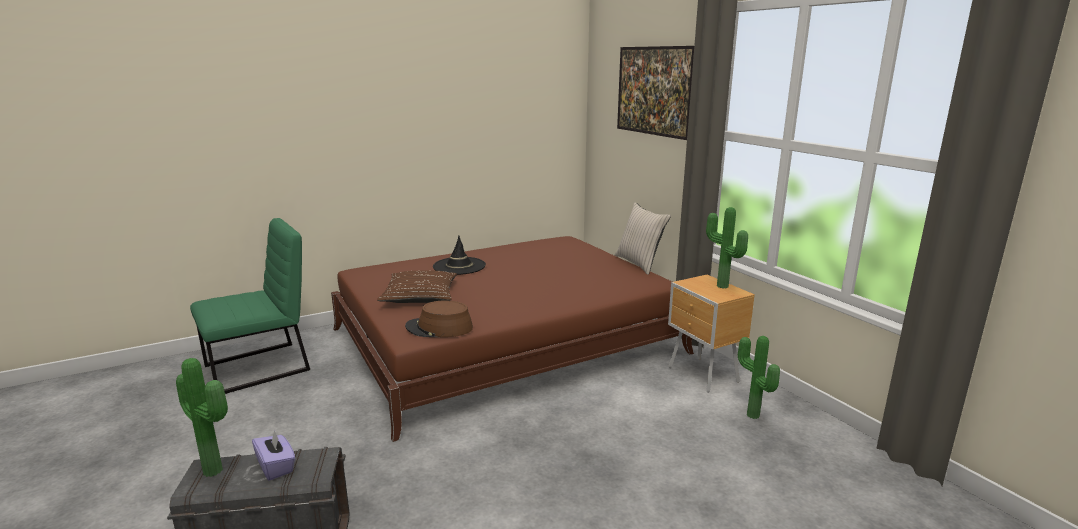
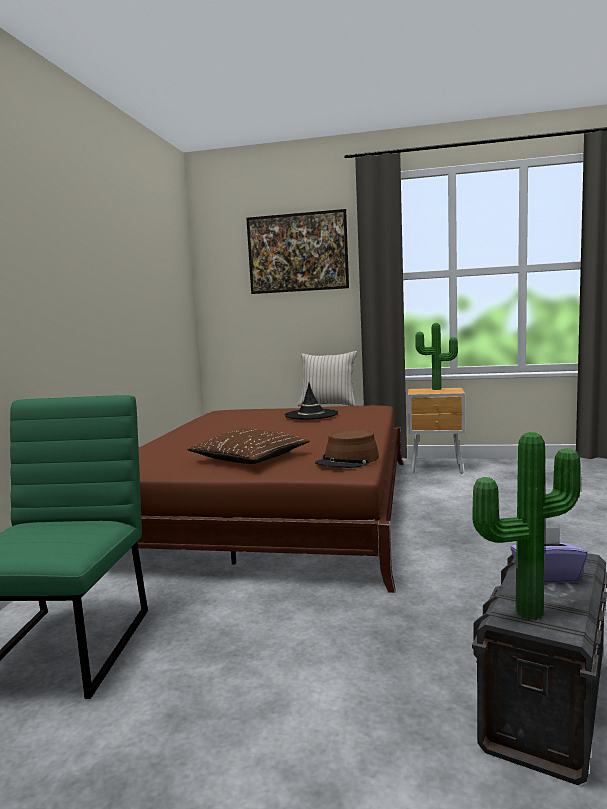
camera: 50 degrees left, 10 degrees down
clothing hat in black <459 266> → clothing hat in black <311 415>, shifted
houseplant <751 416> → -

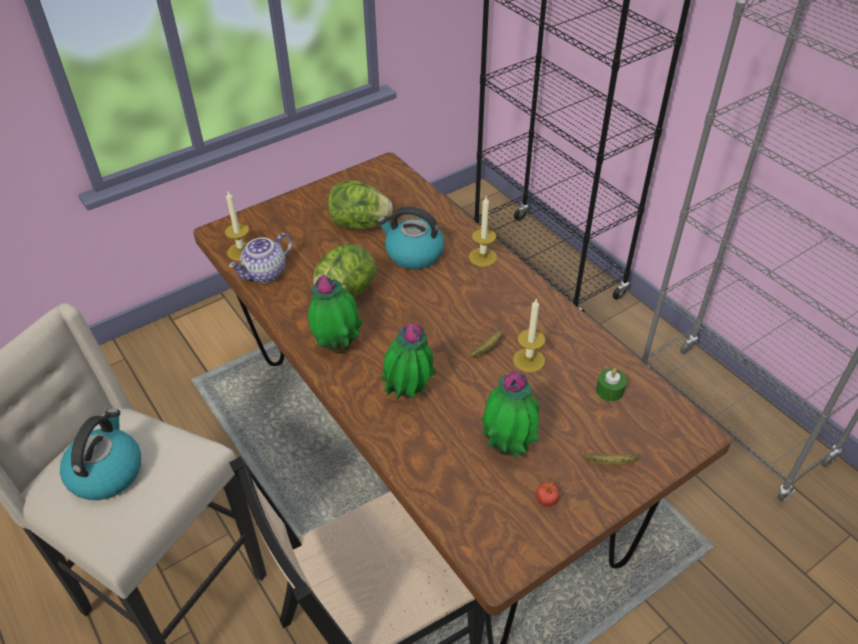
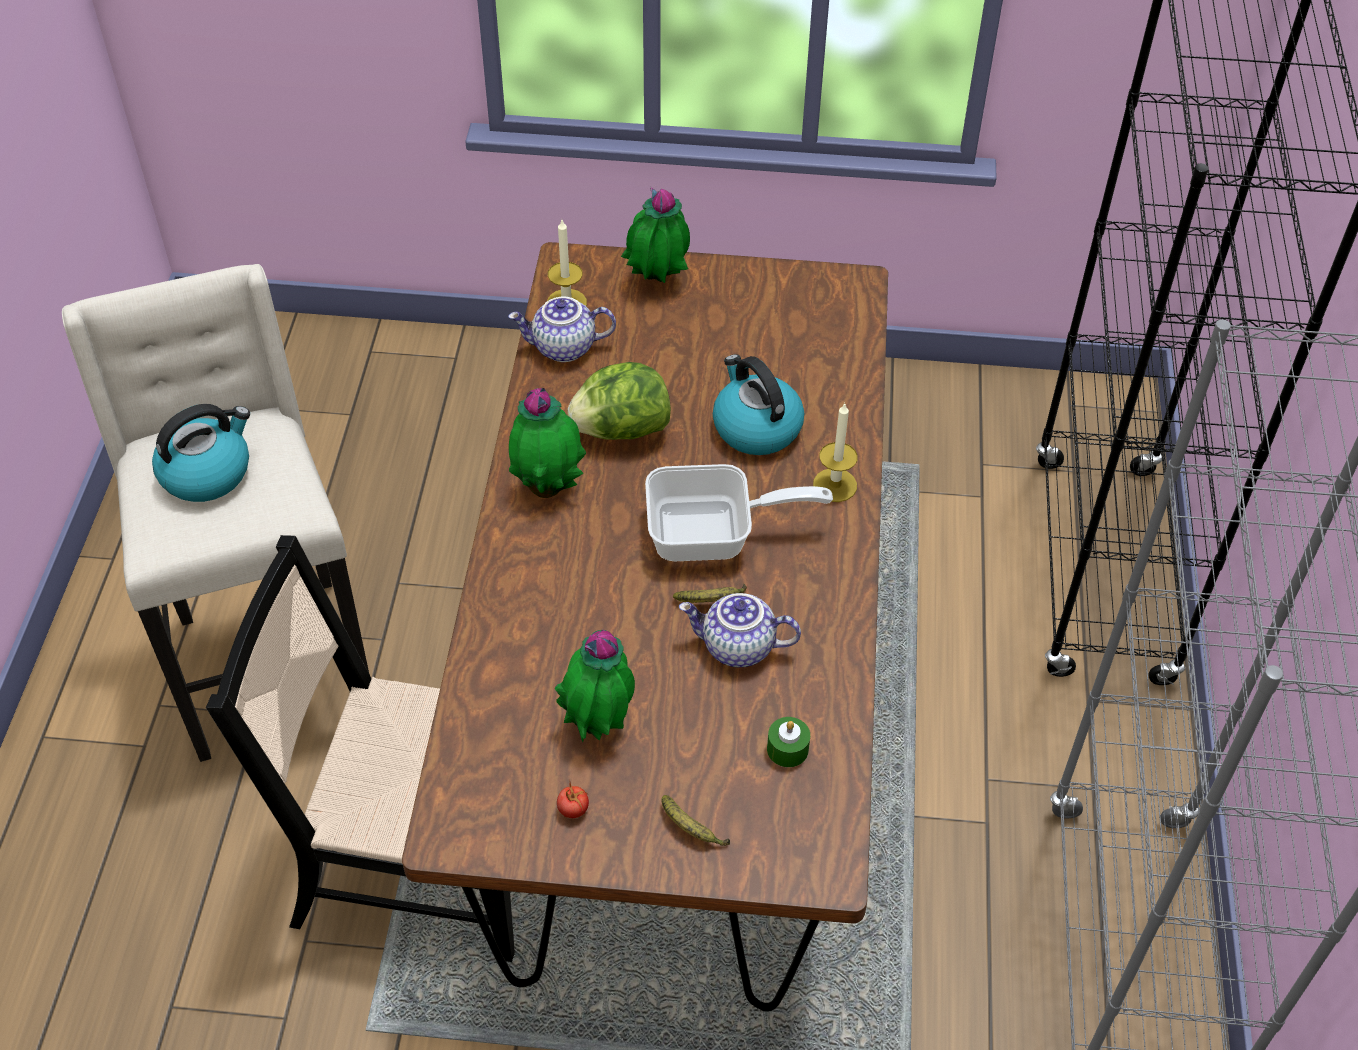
camera: 40 degrees right, 5 degrees up
lettuce <360 225> → -
candle <528 360> → tea pot <737 648>
houseplant <408 395> → houseplant <657 282>, shifted
- → skillet <714 535>

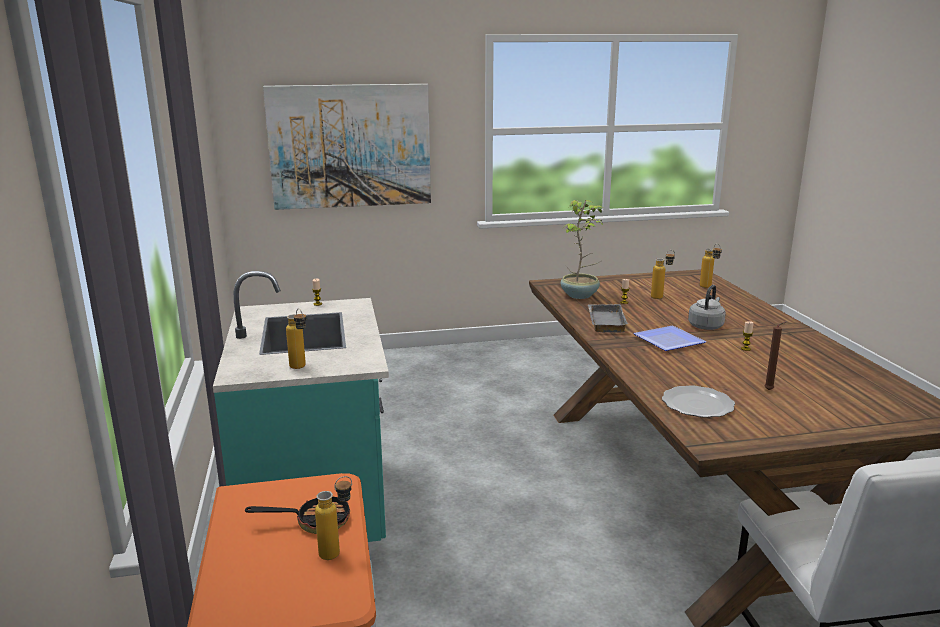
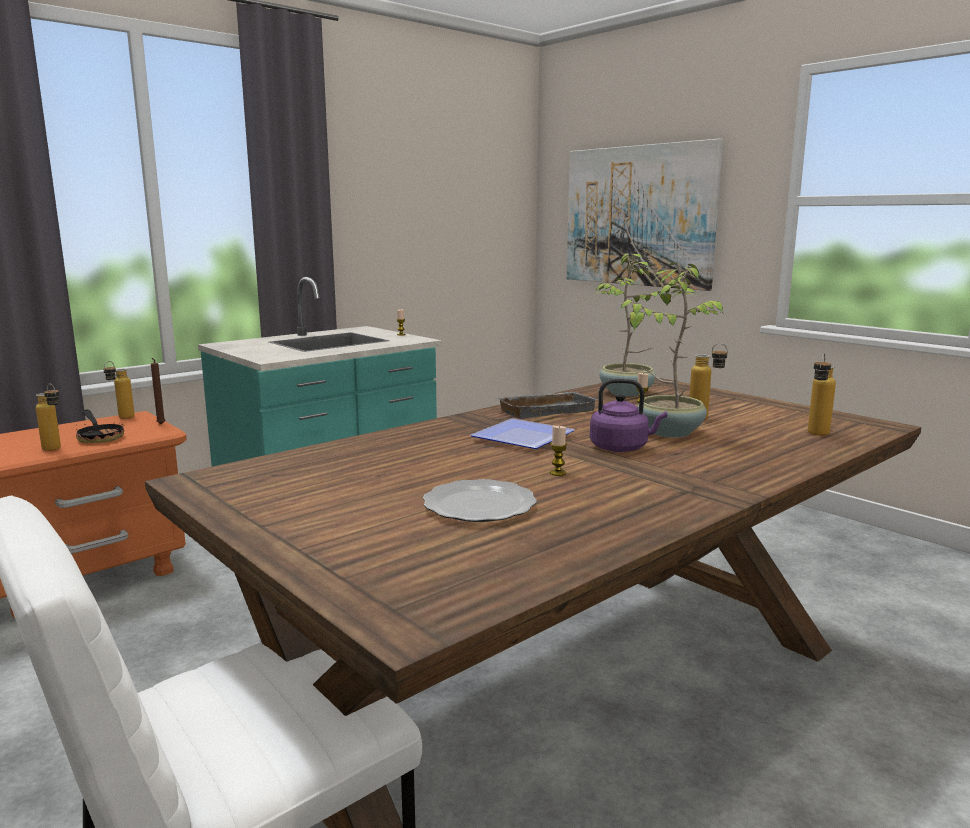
camera: 60 degrees right, 5 degrees down
kettle in greyish <706 326> → kettle in purple-coloured <622 448>
beverage bottle <300 368> → beverage bottle <121 418>, shifted
candle in brown <770 390> → candle in brown <160 424>, shifted
flat dish <698 405> → flat dish <479 506>, shifted
- → houseplant <668 432>

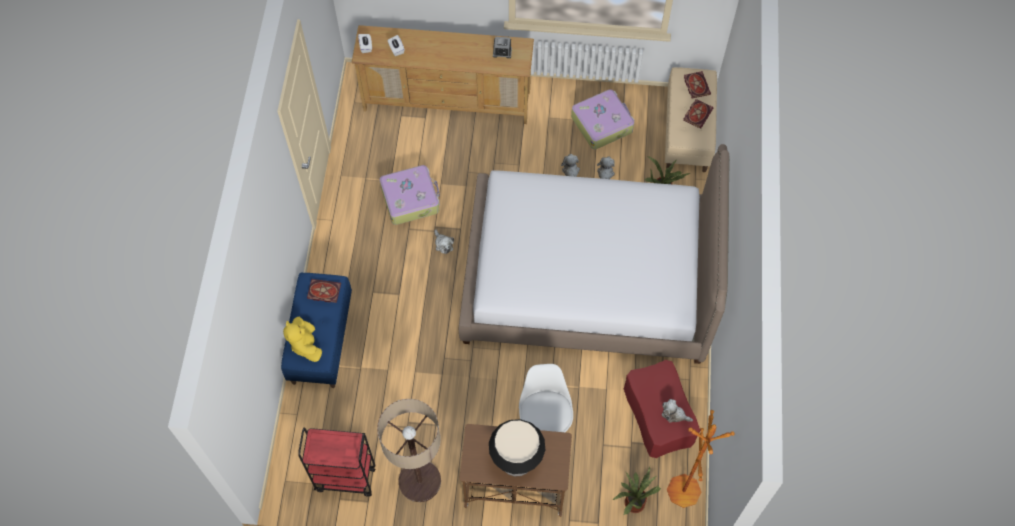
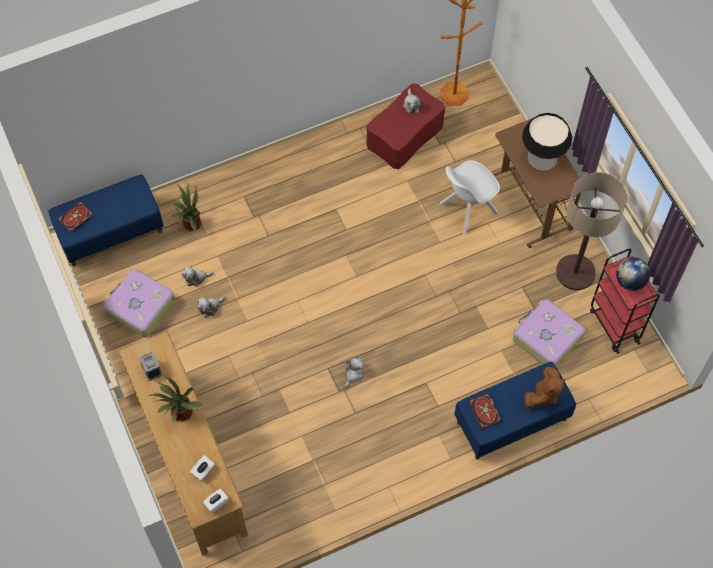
camera: 120 degrees left, 0 degrees up
long seat in beige <687 133> → long seat in bluish <111 232>
book <697 113> → -
bedroom bed <588 279> → -
suitcase <410 199> → suitcase <546 338>, shifted
plush toy in yellowish <305 345> → plush toy in brown <543 395>
houseplant <633 501> → houseplant <180 414>, shifted
- → globe <630 281>

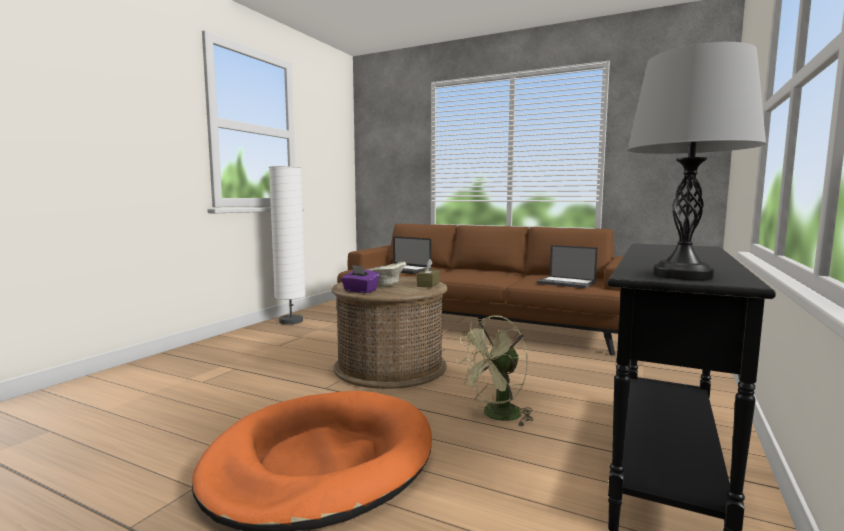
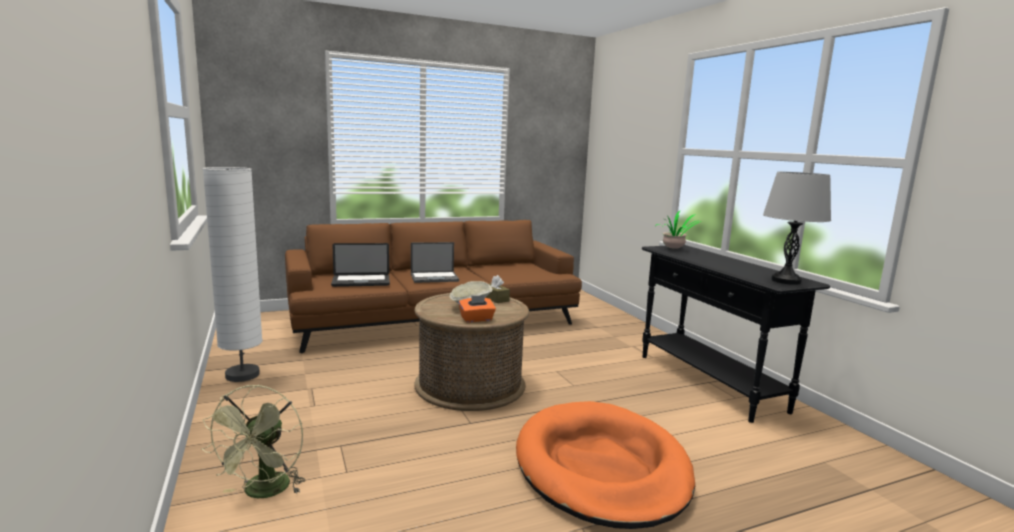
camera: 50 degrees left, 5 degrees up
laptop <567 283> → laptop <435 277>, shifted
box of tissues in purple-coloured <360 291> → box of tissues in orangey <476 319>
electric fan in green <496 416> → electric fan in green <263 493>, shifted
- → houseplant <674 249>

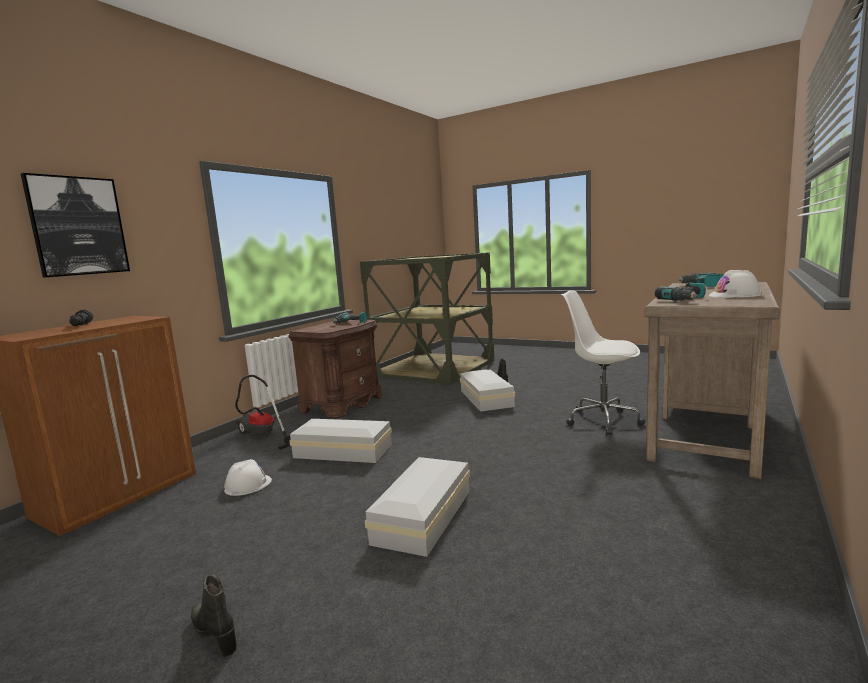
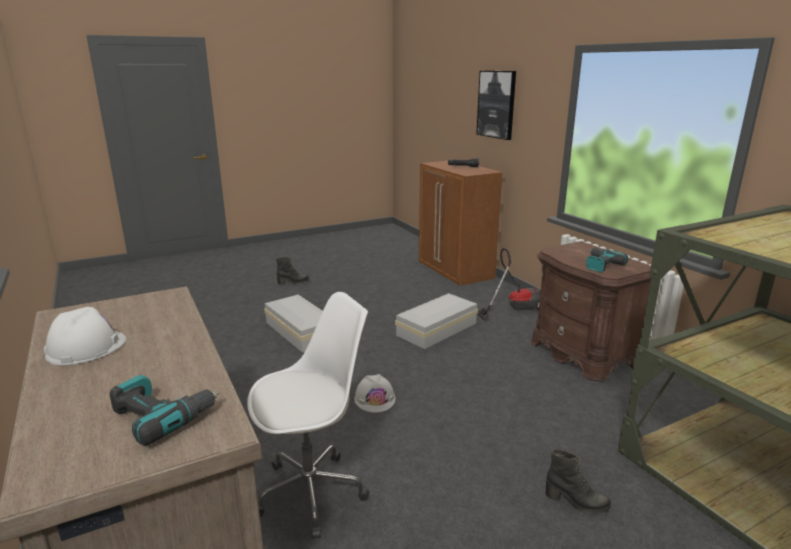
camera: 120 degrees right, 10 degrees up
power drill <686 300> → -
storage box in white <486 398> → -
work helmet in white <248 485> → work helmet in white <375 399>, shifted

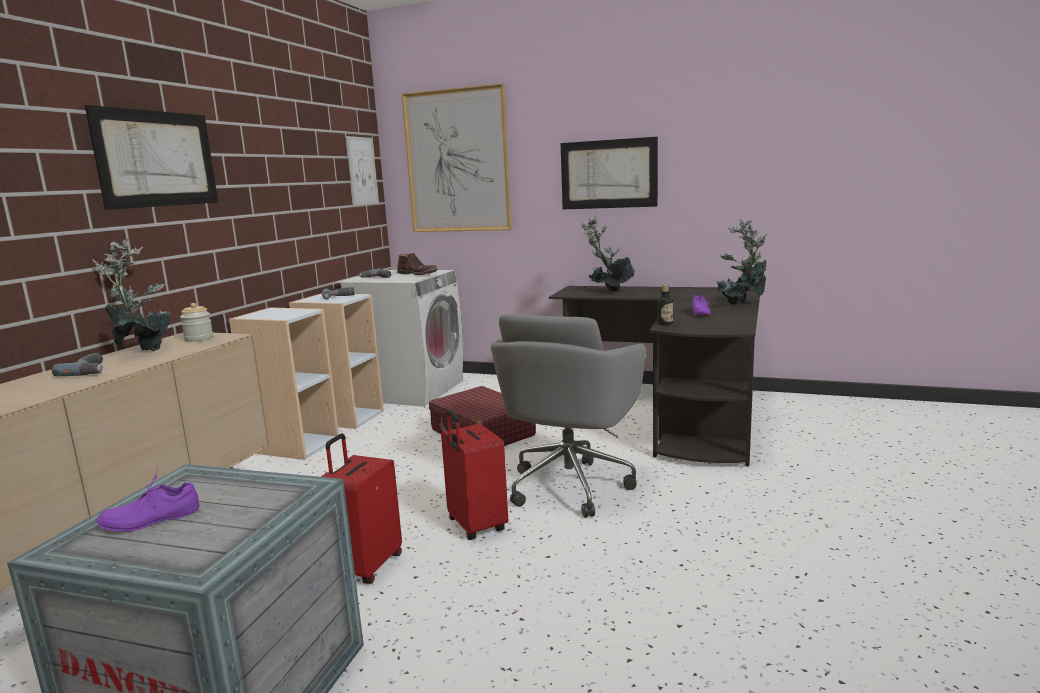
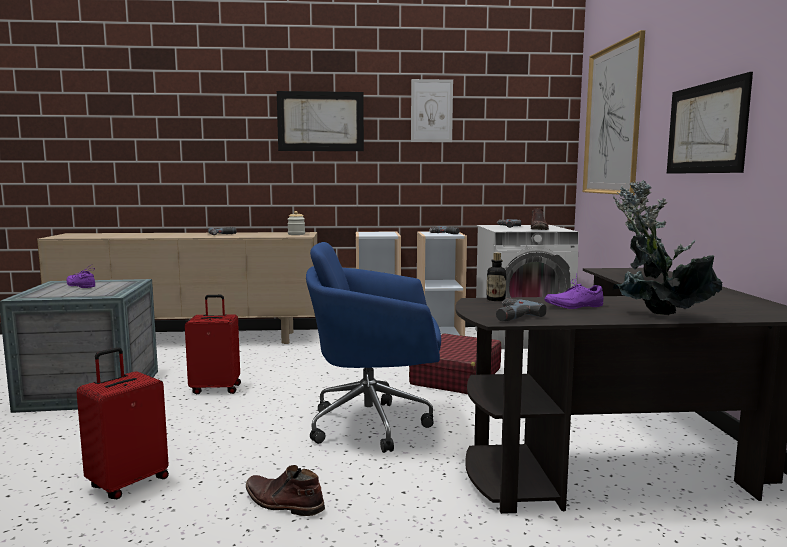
camera: 65 degrees right, 5 degrees down
wall picture <362 171> → wall picture <431 111>, shifted
houseplant <143 351> → -
desk chair in greyish <571 484> → desk chair in bluish <375 426>
suitcase in red <475 526> → suitcase in red <128 483>, shifted
- → power drill <510 316>
- → tall boot in brown <283 503>

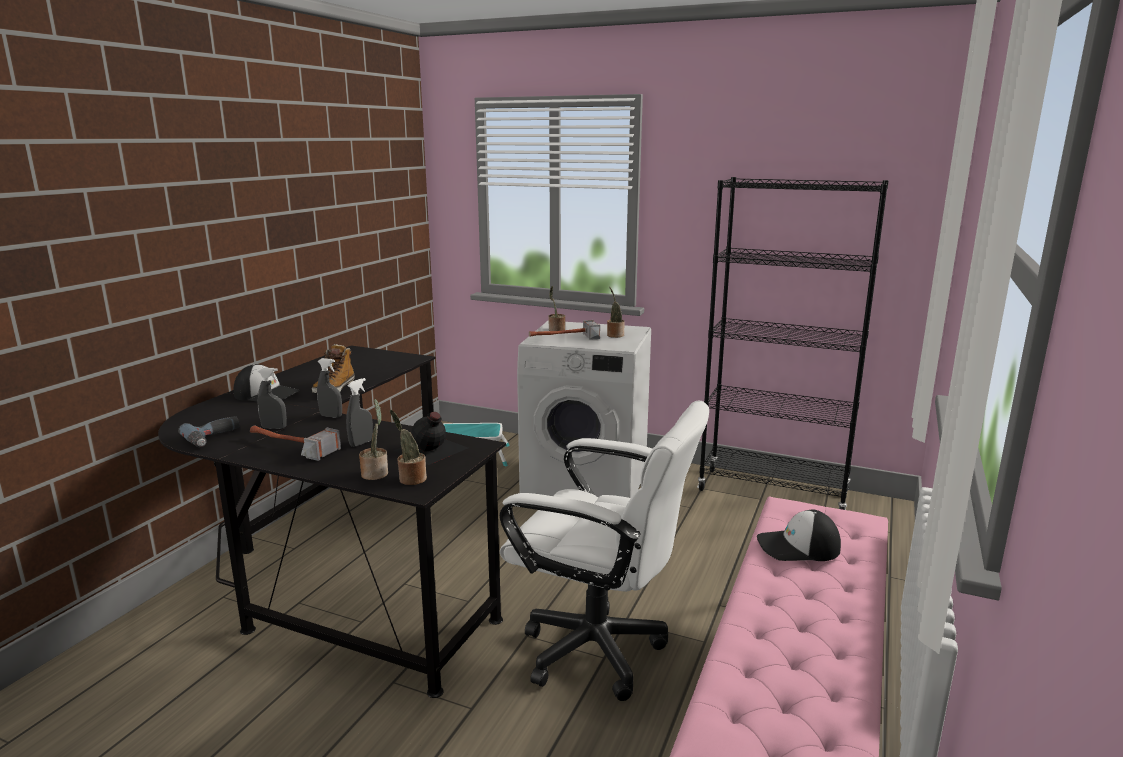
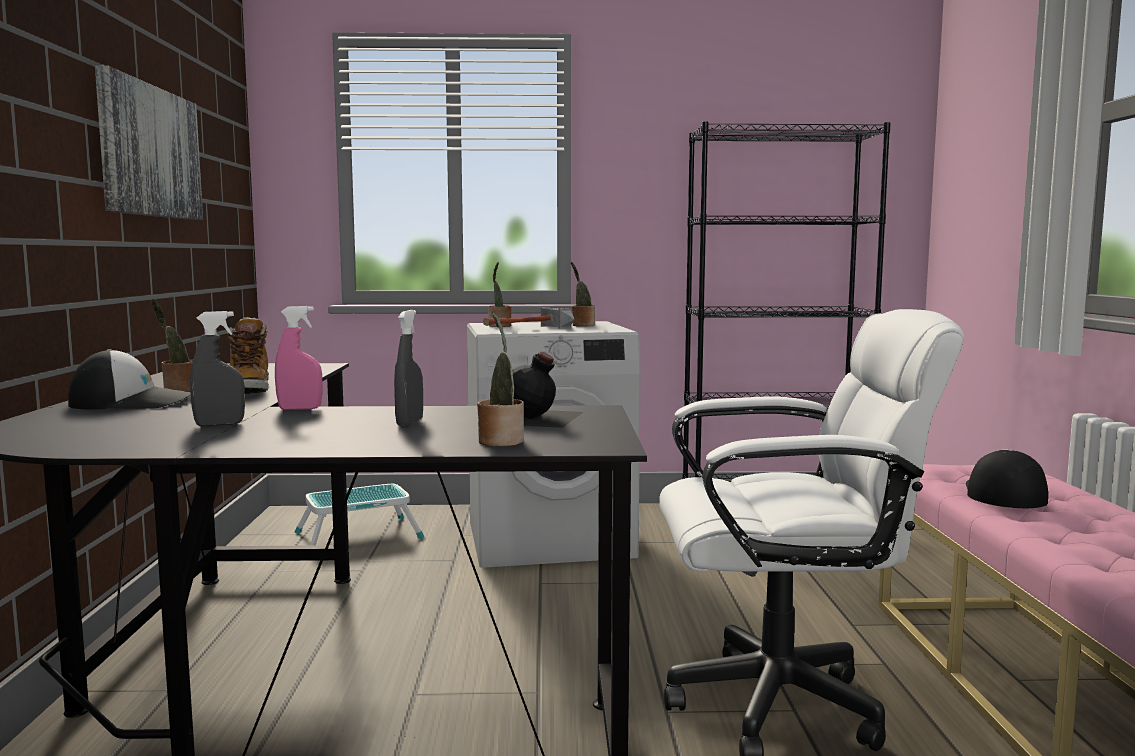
camera: 25 degrees left, 10 degrees down
hand sprayer in greyish <331 416> → hand sprayer in pinkish <300 409>
houseplant <410 479> → houseplant <178 390>, shifted
power drill <214 437> → -
hammer <286 448> → -
cap <798 547> → cap <1003 494>, 135 degrees clockwise
- → wall picture <148 152>

